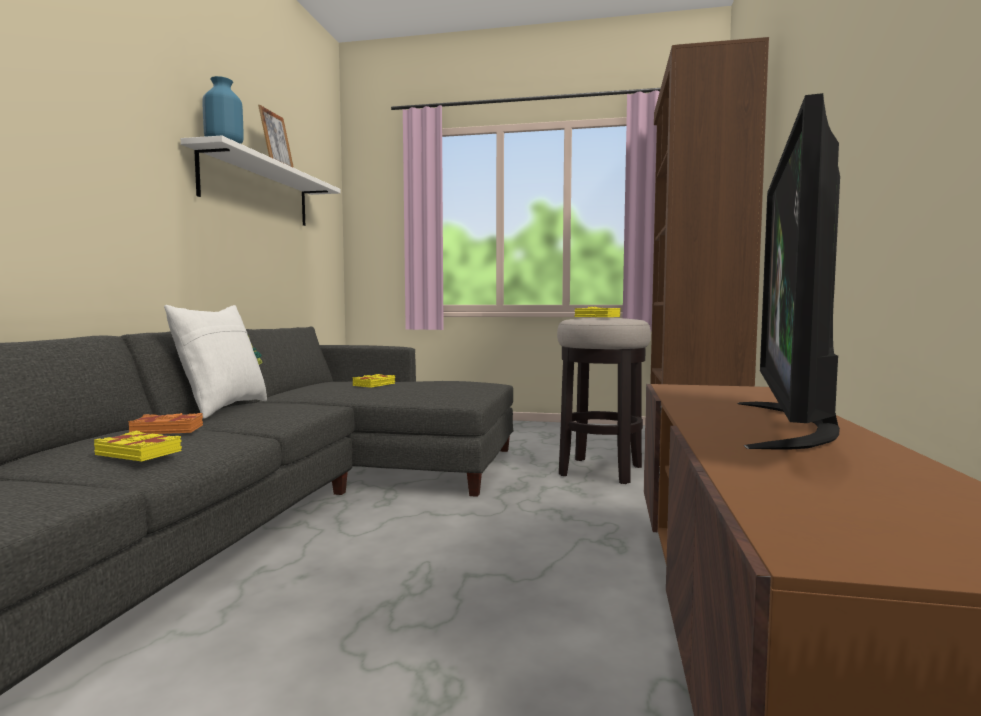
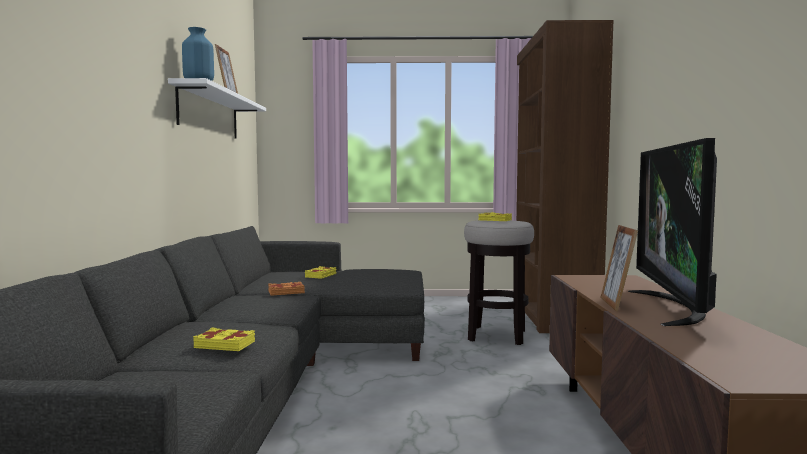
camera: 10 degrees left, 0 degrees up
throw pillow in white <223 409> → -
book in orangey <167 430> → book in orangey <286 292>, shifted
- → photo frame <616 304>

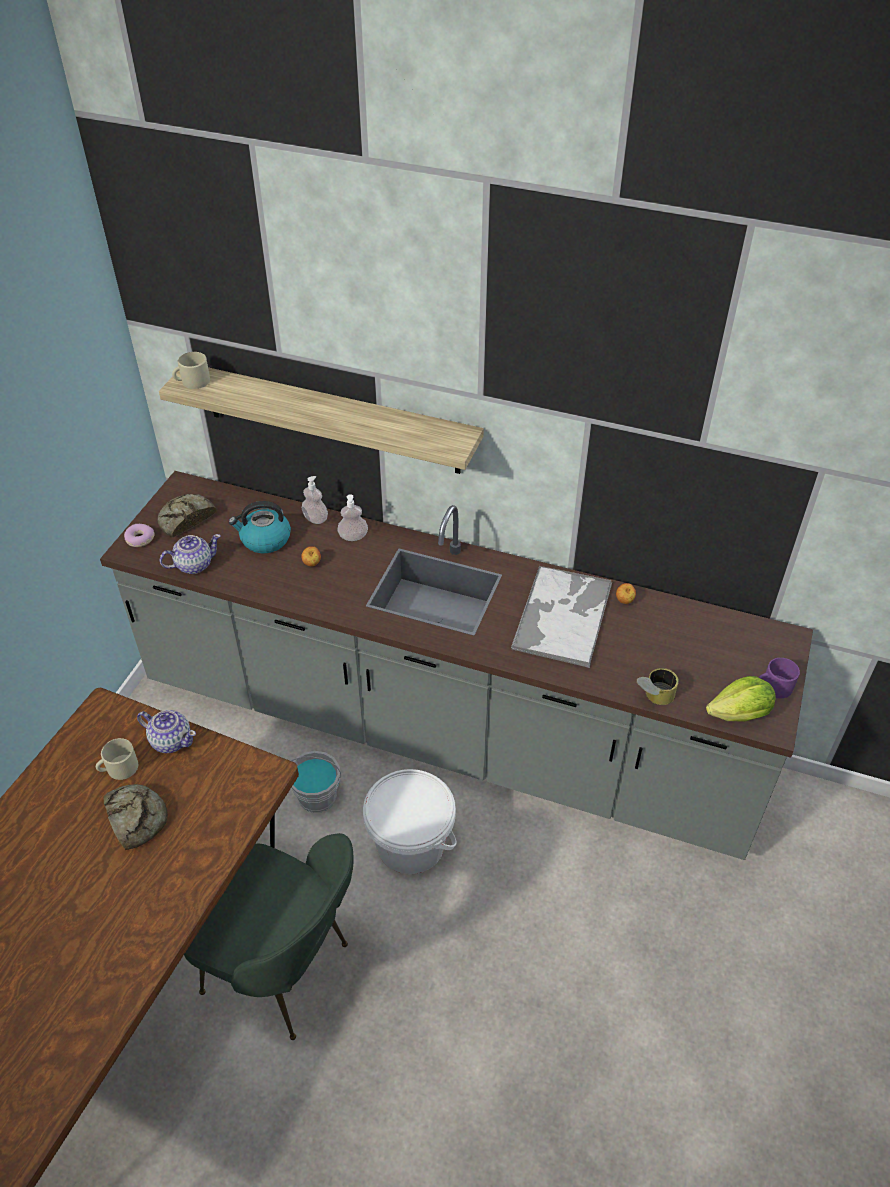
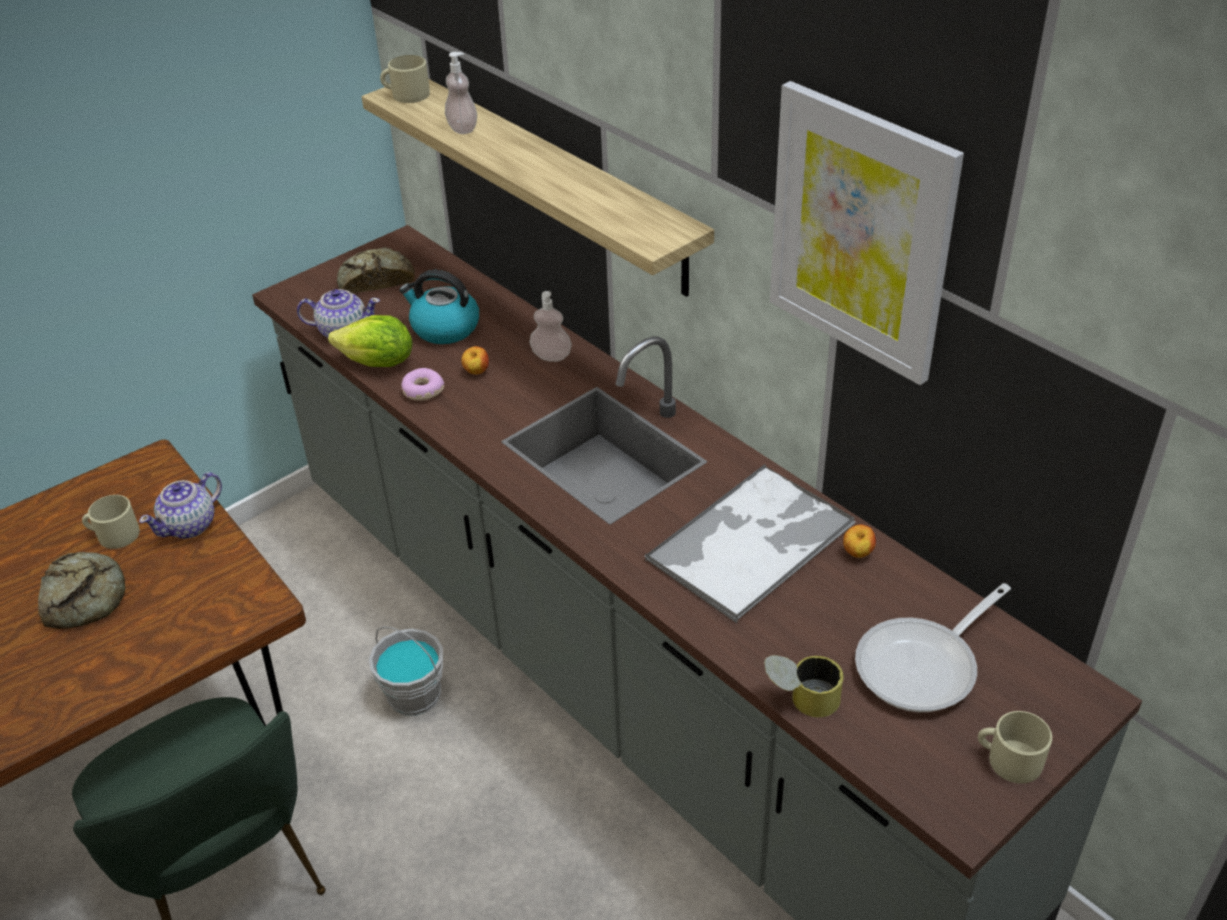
camera: 30 degrees right, 5 degrees down
soap bottle <315 519> → soap bottle <462 128>, shifted
doughnut <140 539> → doughnut <422 391>, shifted
tea mug in purple-coloured <773 687> → tea mug in beige <1008 759>
lettuce <740 714> → lettuce <378 363>, shifted
tea pot <171 740> → tea pot <190 525>, 75 degrees clockwise
pail in white <411 843> → -
- → wall picture <860 233>
- → skillet <924 666>

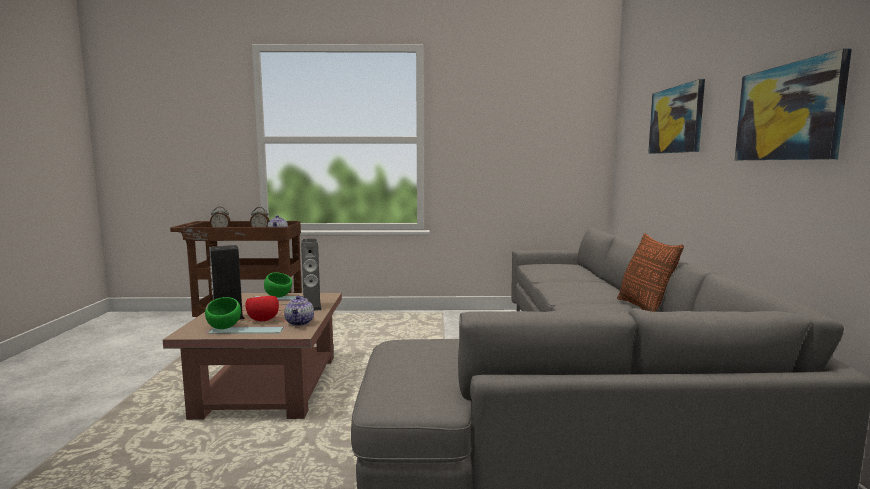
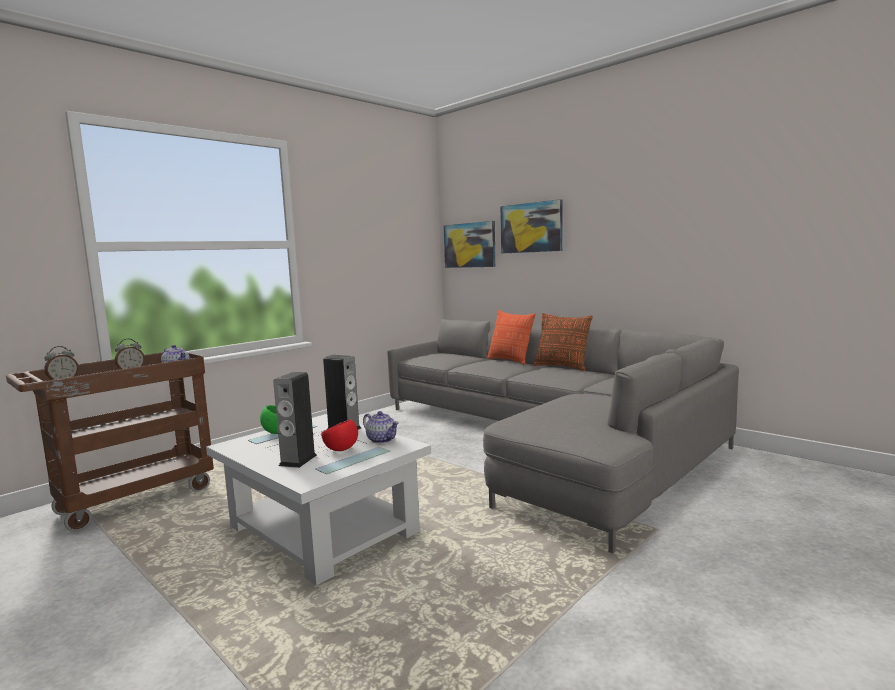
camera: 45 degrees left, 0 degrees up
wall picture <788 112> → wall picture <469 245>, shifted
low table in brown <270 386> → low table in white <323 530>
deep dish in green <224 327> → -
- → throw pillow in orangey <510 361>

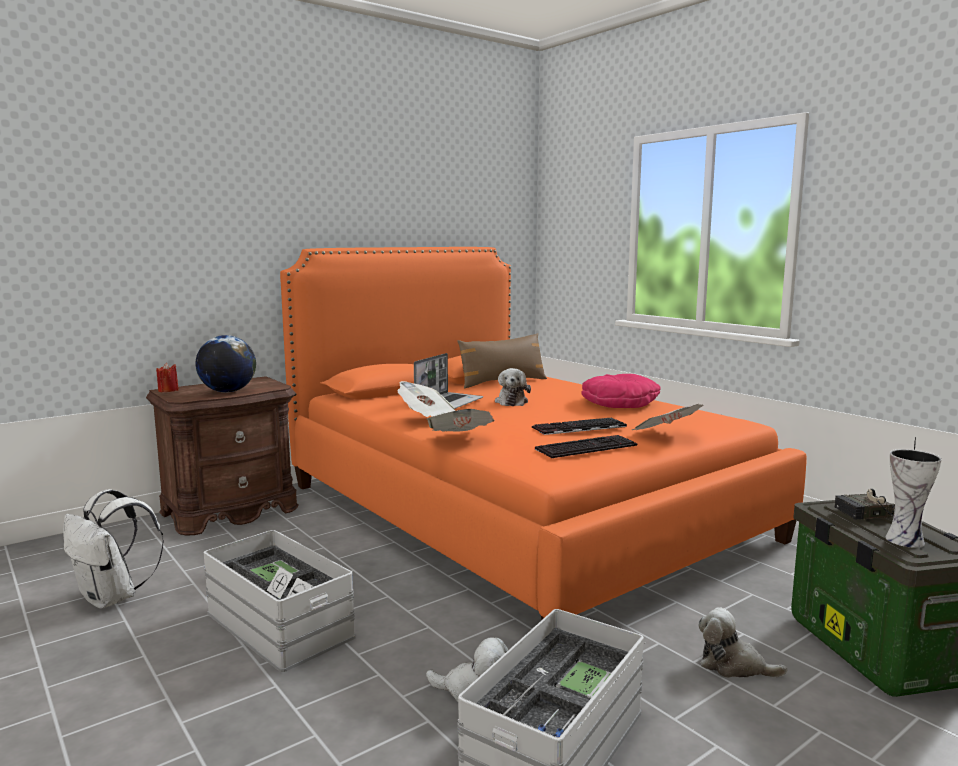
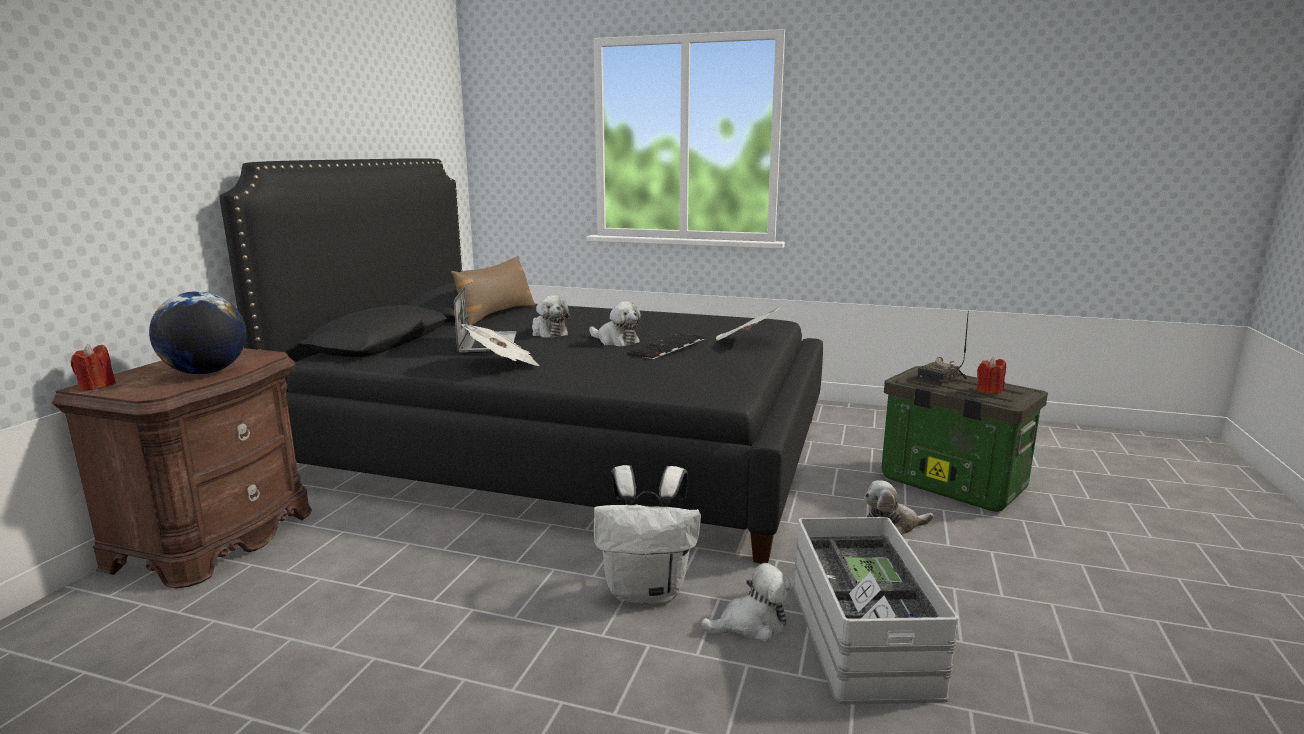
camera: 35 degrees left, 5 degrees up
bedroom bed in orangey <517 511> → bedroom bed in black <569 449>
throw pillow in pinkish <618 403> → -
printed paper <460 440> → -
keyboard <586 447> → -
vase <906 540> → candle in red <989 391>
knapsack in white <113 598> → knapsack in white <647 591>, shifted
storage box in greyish <281 624> → -
- → plush toy <616 341>

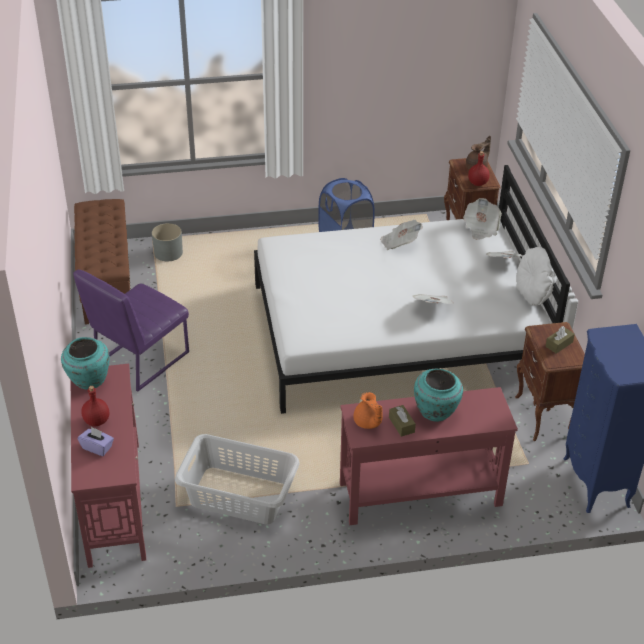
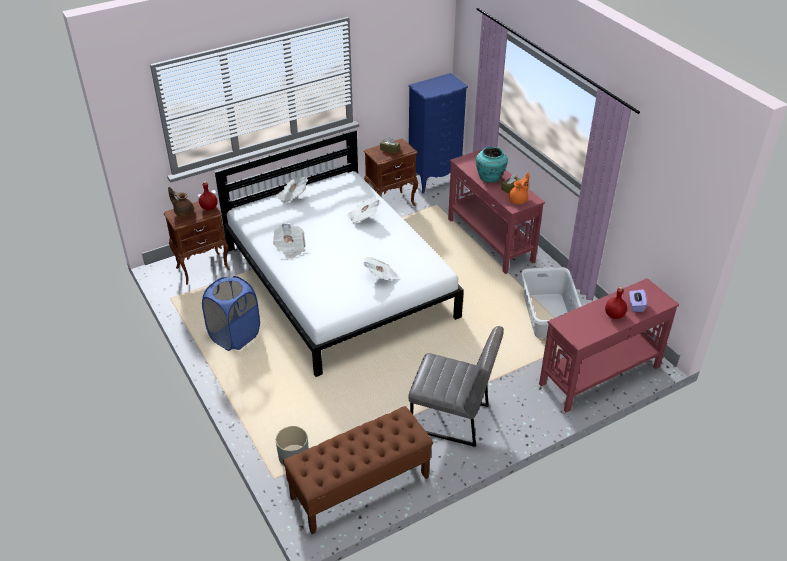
camera: 110 degrees left, 0 degrees up
printed paper <481 228> → printed paper <381 276>, shifted
throw pillow in white <533 295> → -
plain chair in purple-coloured <139 360> → plain chair in greyish <452 418>
vase in turquoise-coloured <88 380> → -

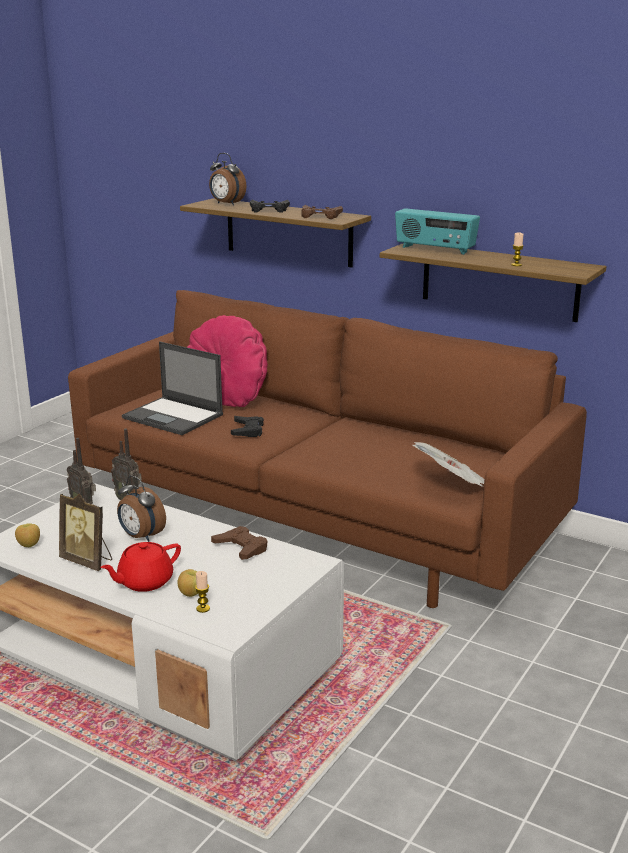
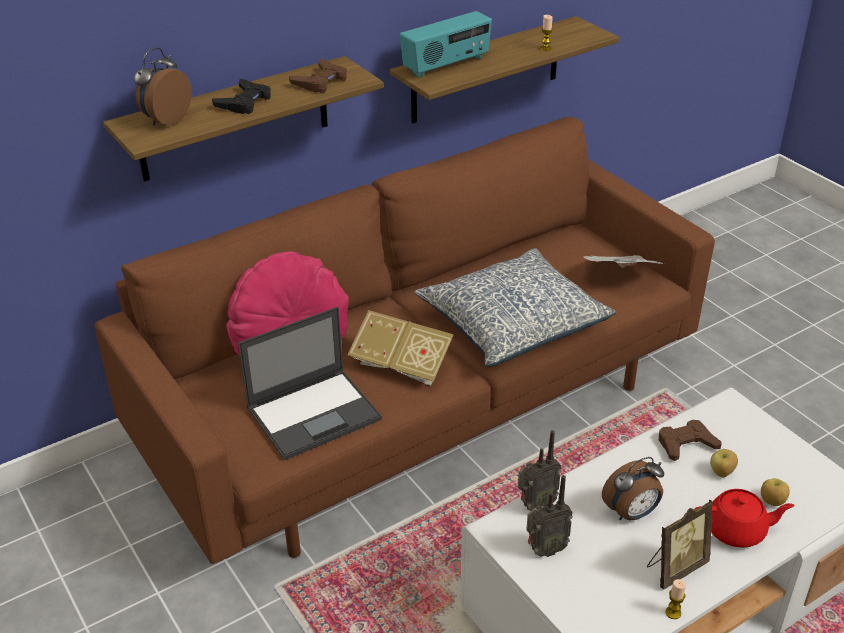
camera: 65 degrees left, 15 degrees up
bedside clock <226 204> → bedside clock <165 120>, 150 degrees clockwise
game controller in black <247 430> → book <402 365>
apple fruit <29 545> → apple fruit <721 473>, shifted
tea pot in red <144 582> → tea pot in red <736 531>, 75 degrees counterclockwise
candle <203 608> → candle <673 613>, shifted
- → throw pillow <513 323>

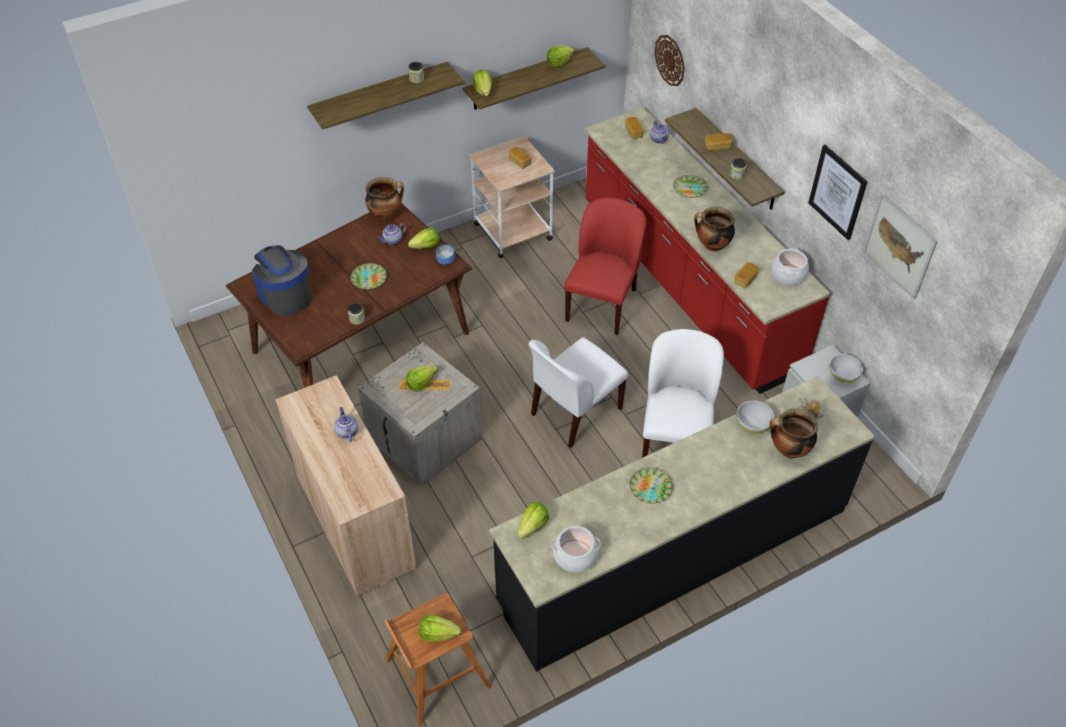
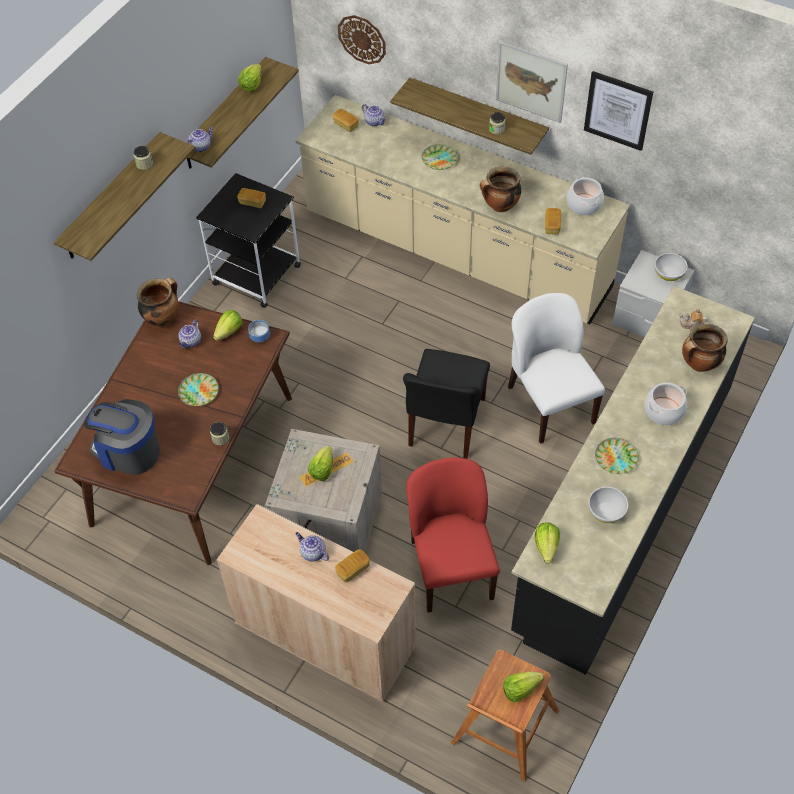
camera: 30 degrees left, 5 degrees up
lettuce <483 91> → tea pot <201 146>
kitchen base unit in red <686 285> → kitchen base unit in beige <456 252>
baked bread <718 146> → baked bread <353 569>, shifted
trolley in beige <514 231> → trolley in black <257 273>
wall picture <899 246> → wall picture <531 82>, shifted
plain chair in red <602 304> → plain chair in red <451 568>, shifted
plain chair in white <574 412> → plain chair in black <446 424>
deep dish in white <753 424> → deep dish in white <606 512>, shifted
stockpot <575 556> → stockpot <664 411>, shifted

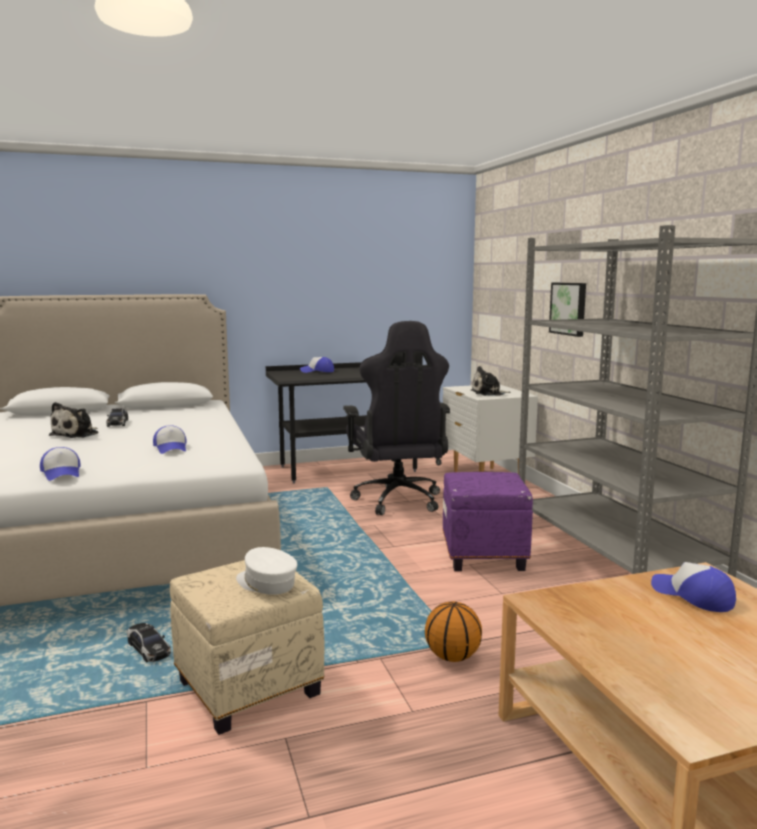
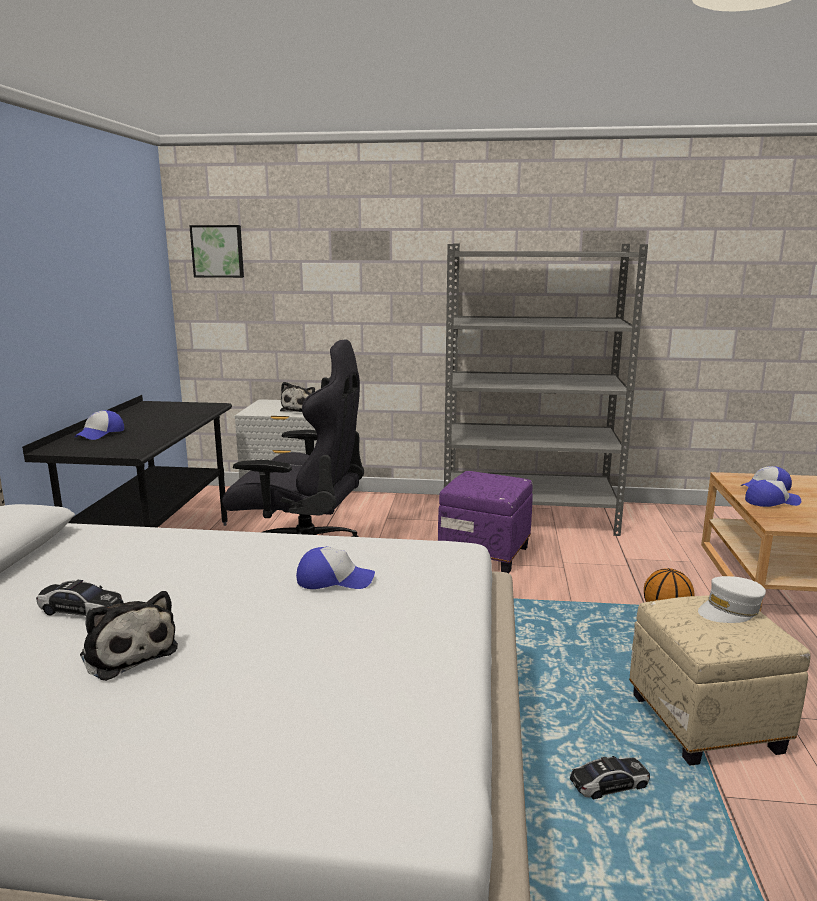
camera: 65 degrees left, 5 degrees up
wall picture <569 308> → wall picture <218 251>, shifted
cap <62 473> → cap <771 501>, shifted

